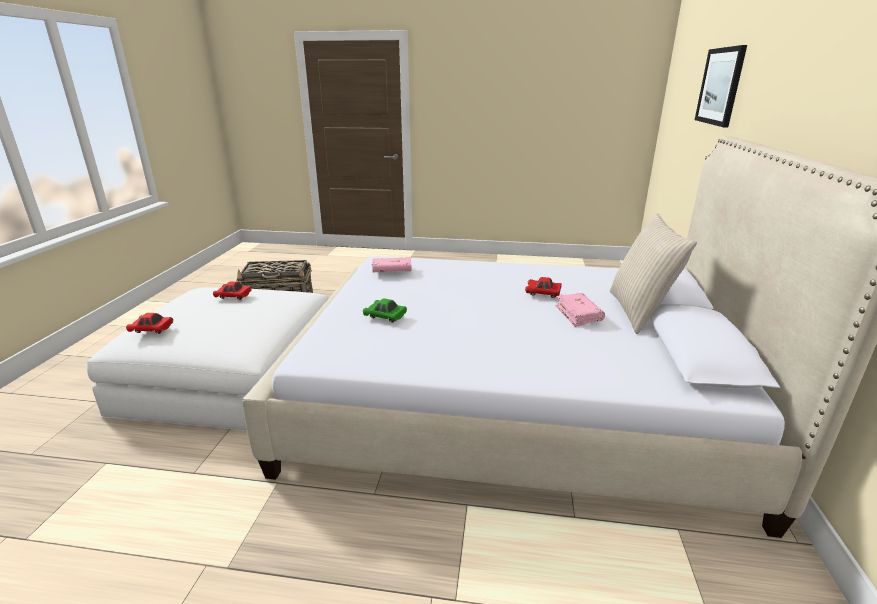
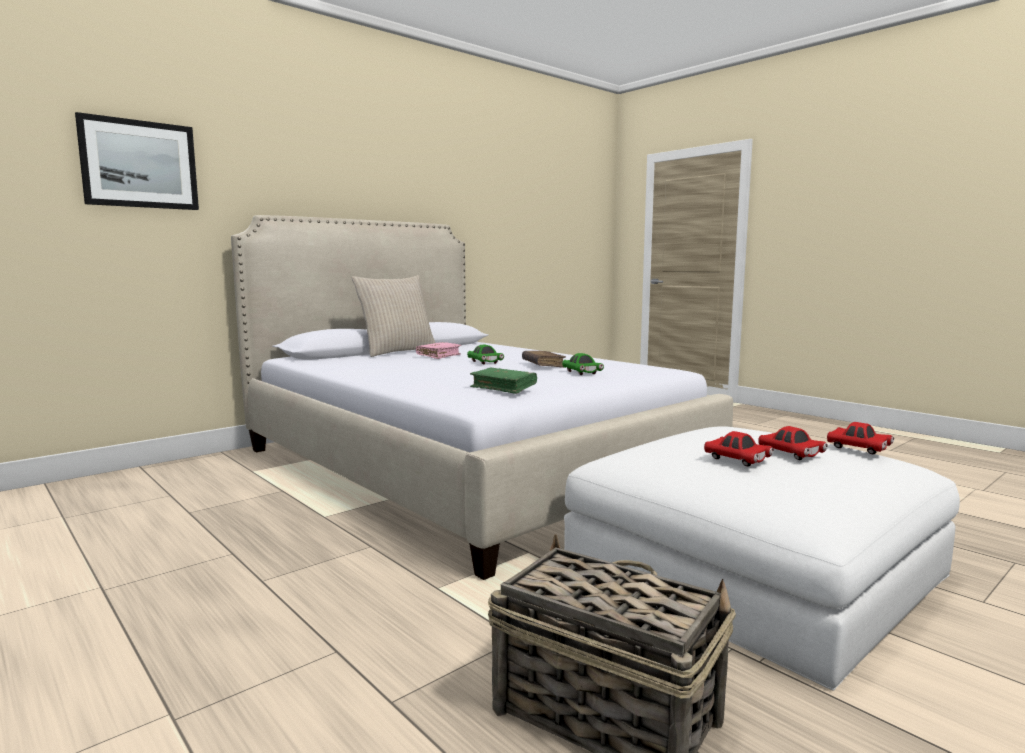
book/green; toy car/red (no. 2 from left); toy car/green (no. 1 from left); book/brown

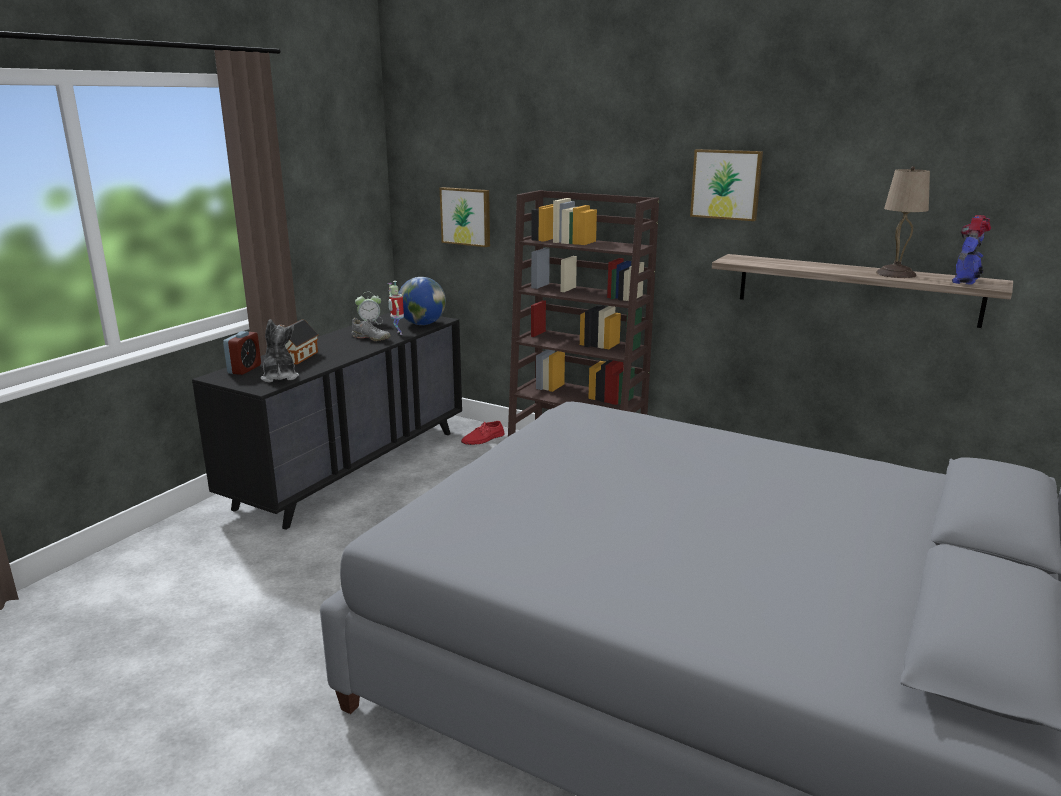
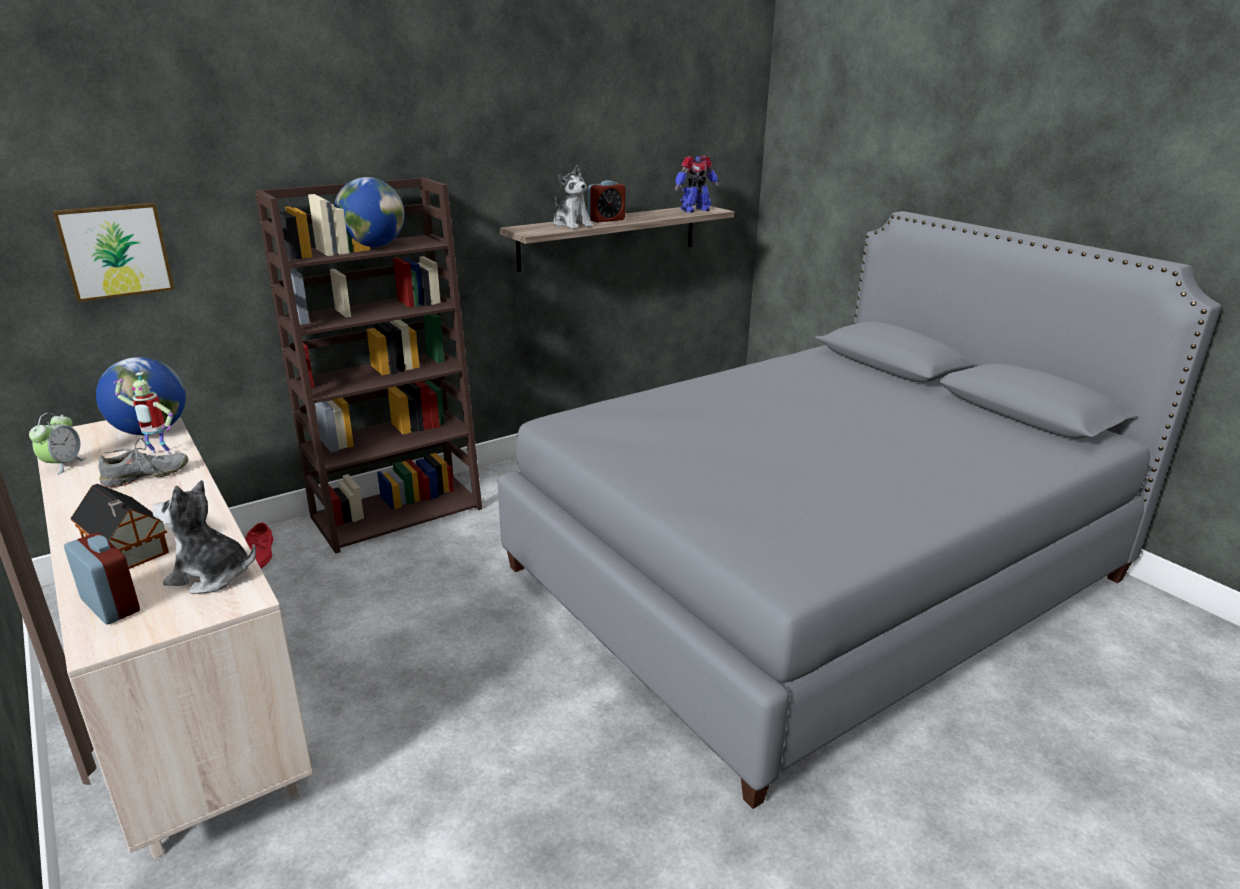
picture (no. 2 from left in the first image); table lamp/beige; toy robot (no. 2 from left); dresser/beige; plush toy (no. 2 from left); globe (no. 2 from left); alarm clock (no. 3 from left)

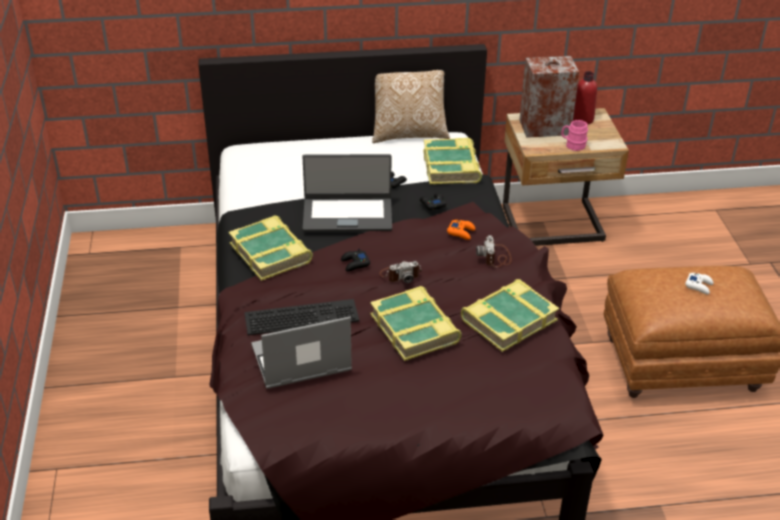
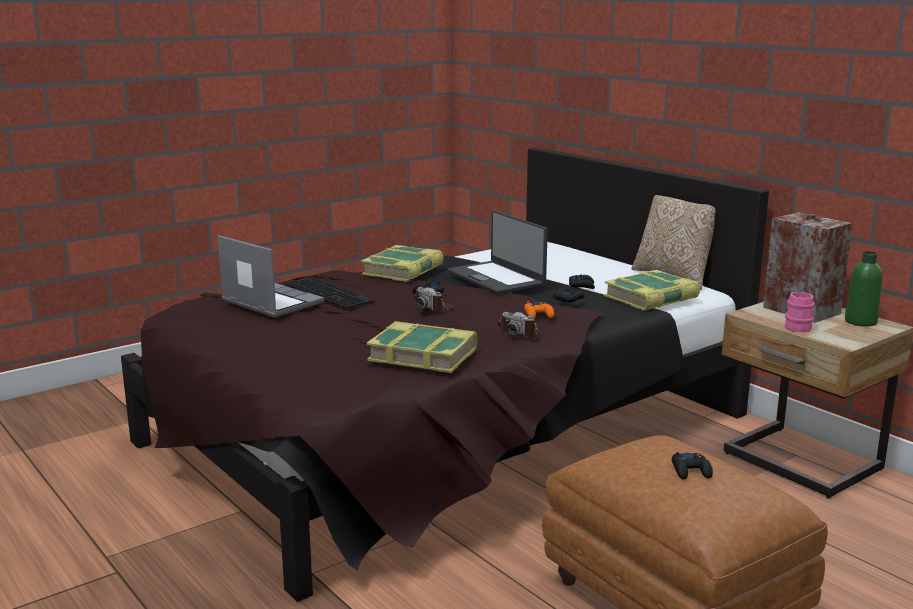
bottle/green; photo camera (no. 2 from left); game controller/black (no. 4 from left); book (no. 2 from left in the first image)

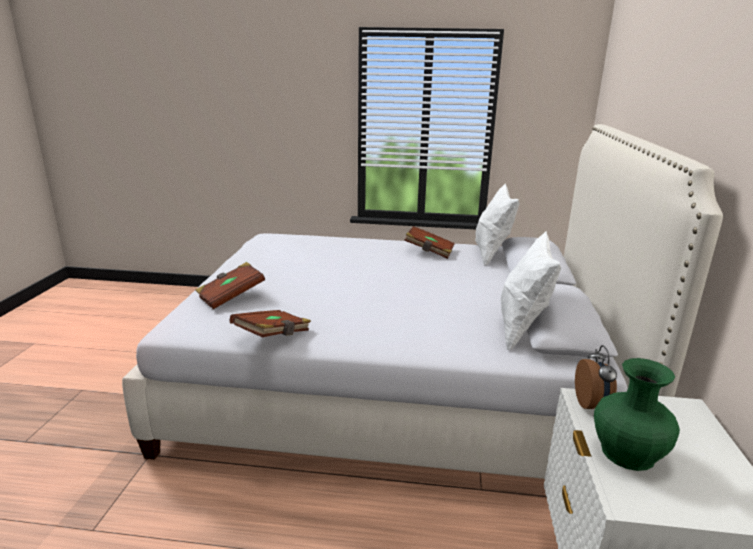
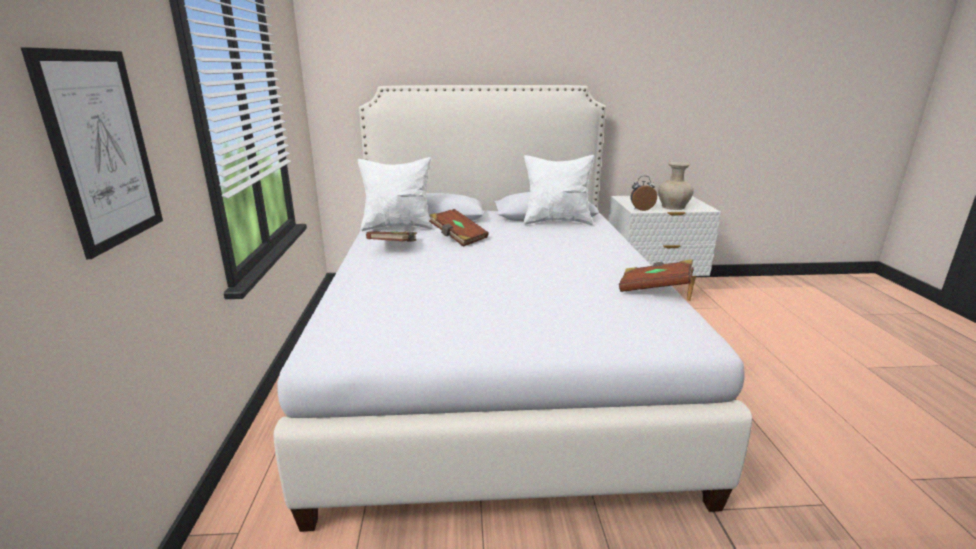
book/brown (no. 2 from left); vase/beige; picture

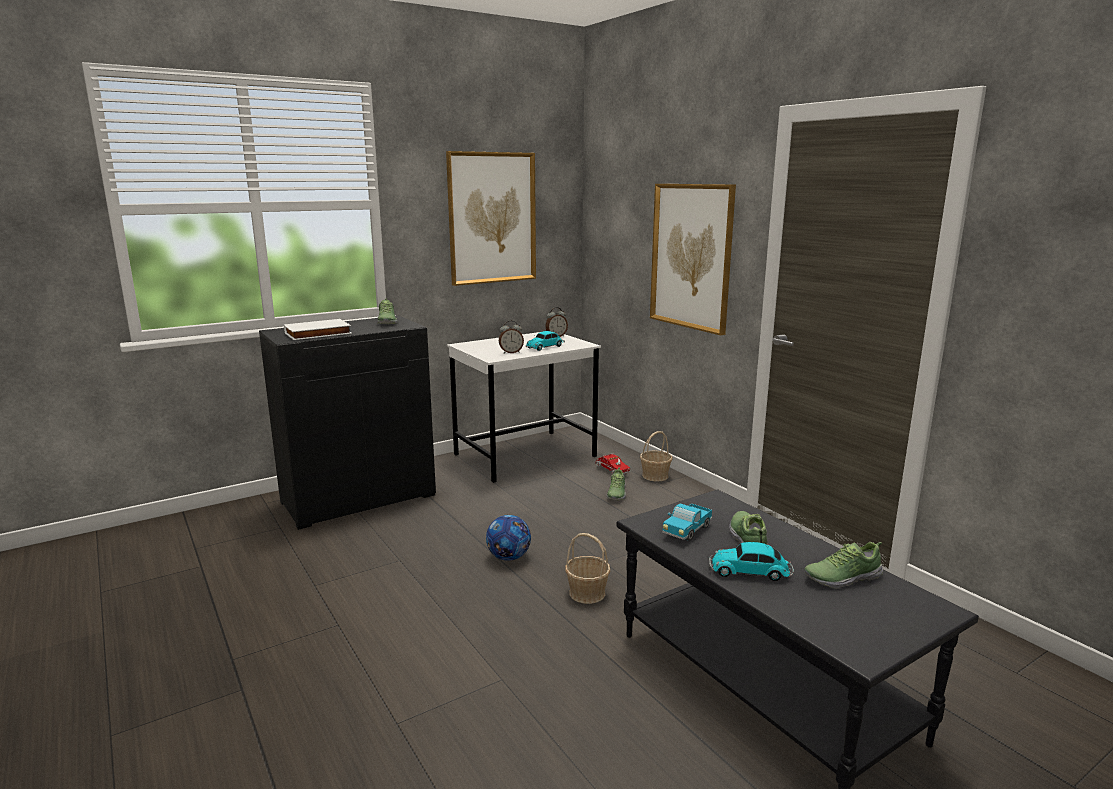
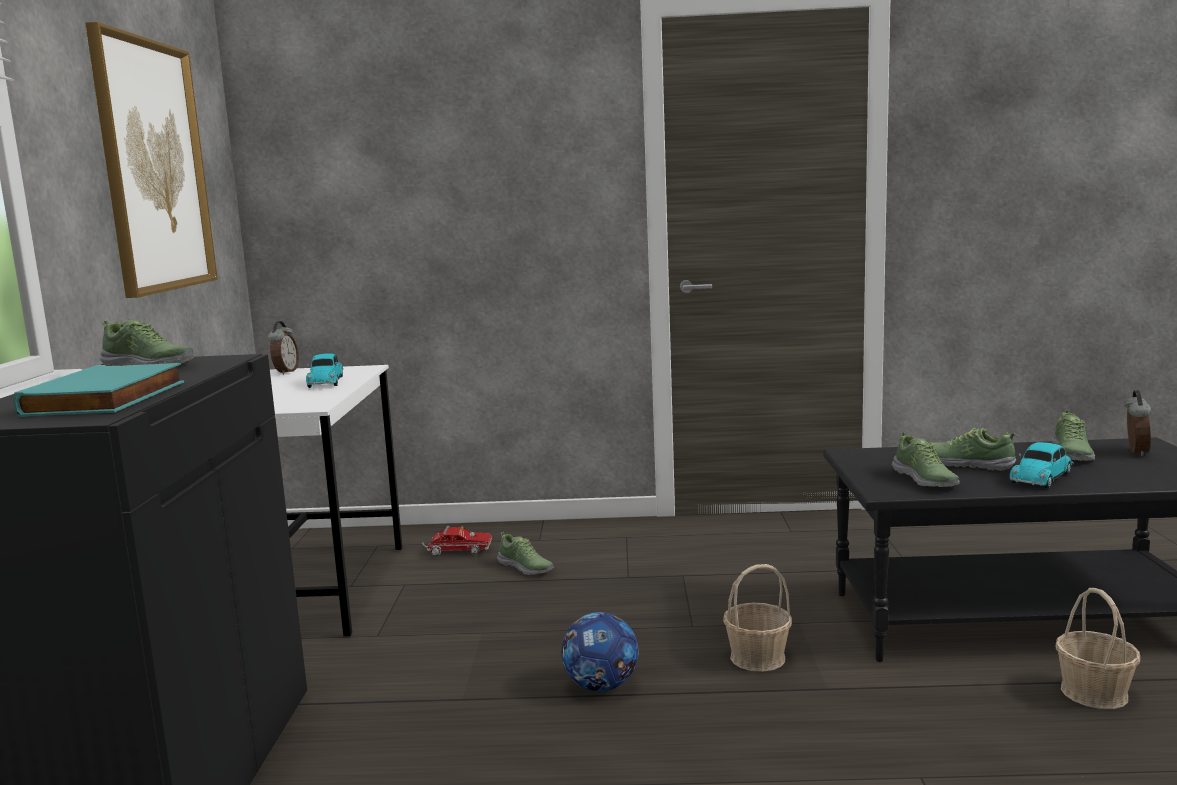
picture (no. 2 from left in the first image); book/turquoise; alarm clock (no. 2 from left); basket (no. 2 from left); shoe (no. 3 from left)

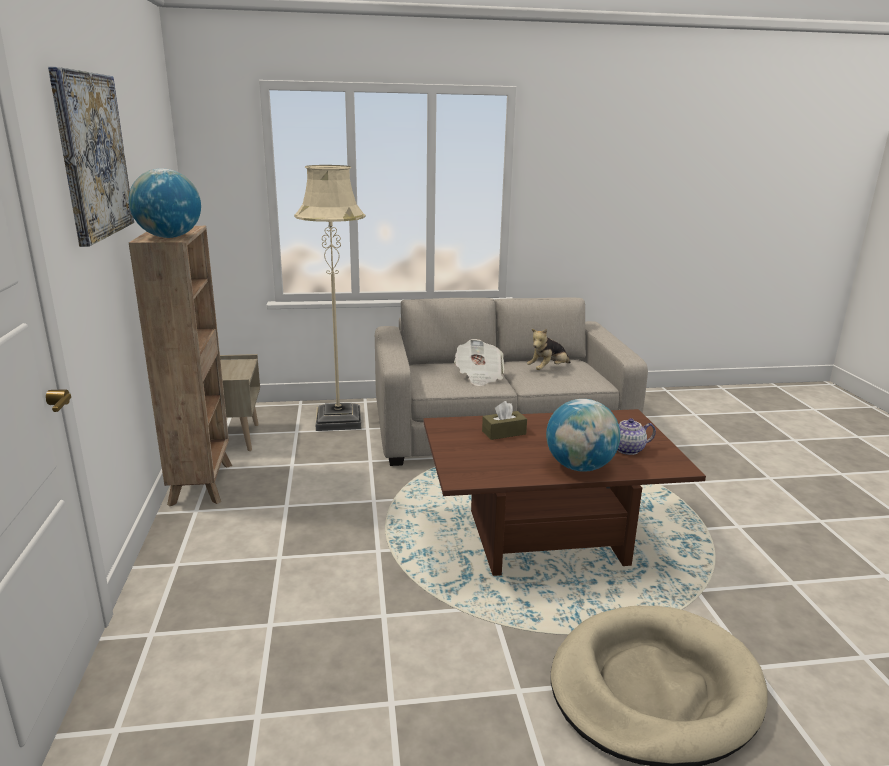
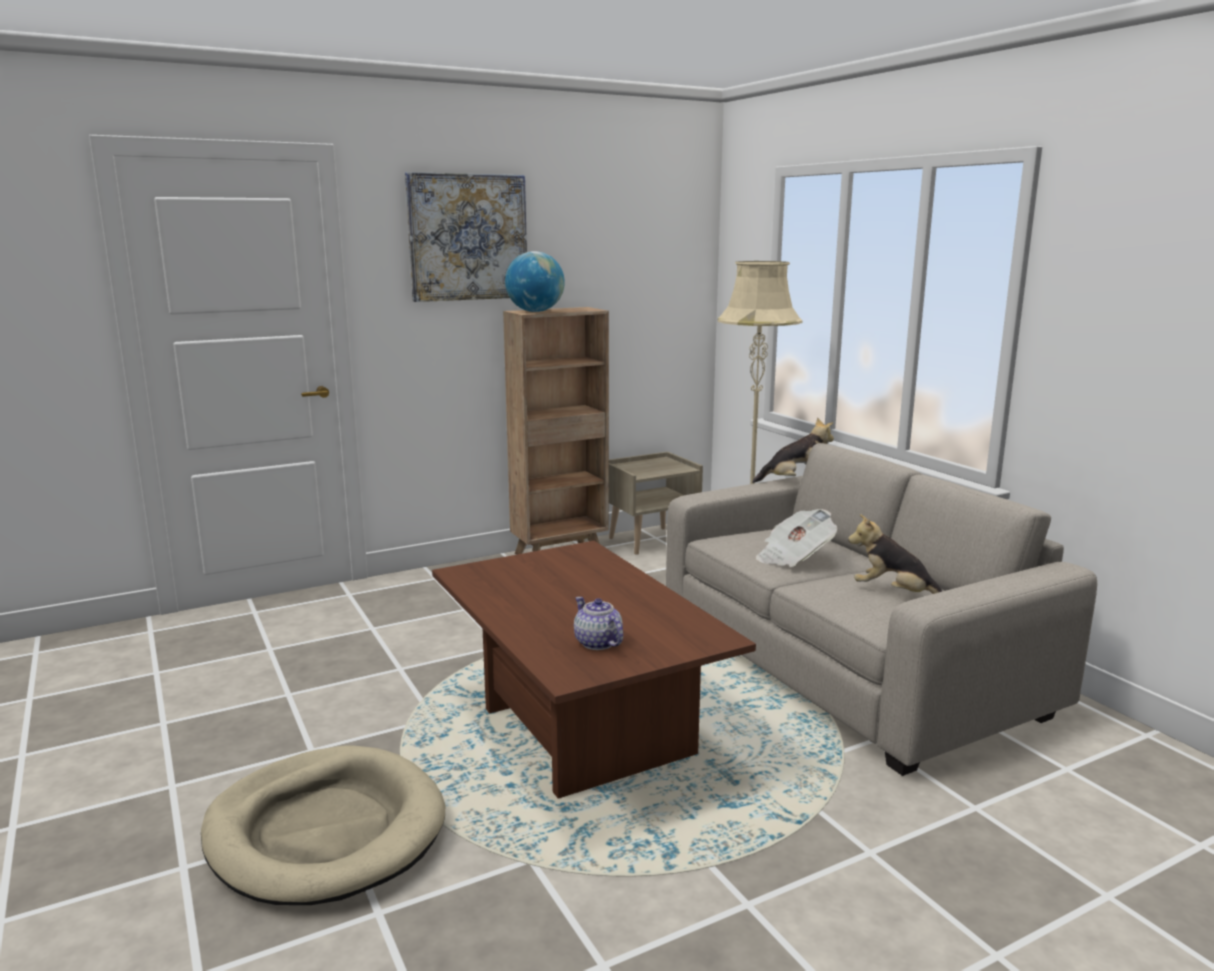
globe (no. 2 from left in the first image); tissue box/brown; plush toy (no. 1 from left)

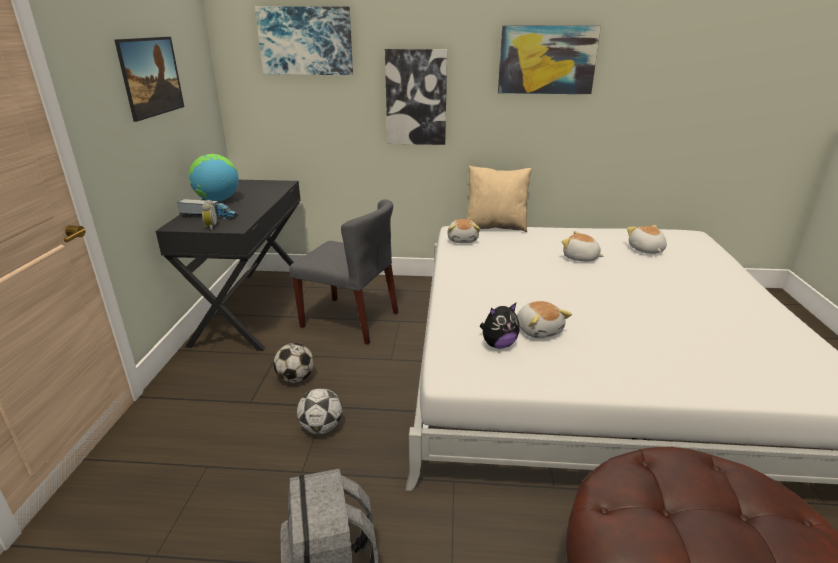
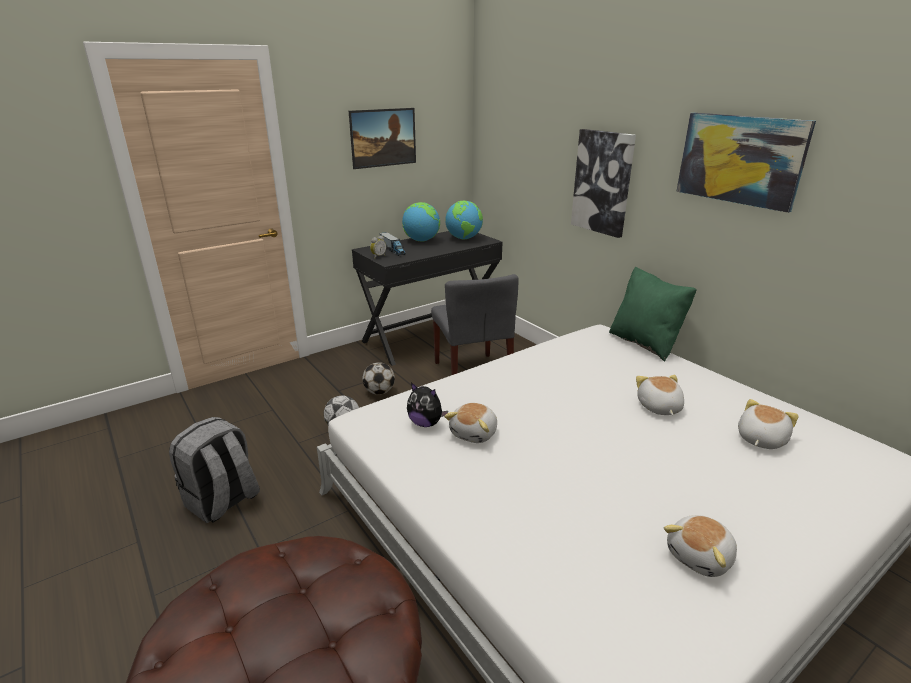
picture (no. 2 from left in the first image); pillow/green; plush toy (no. 4 from left); globe (no. 2 from left)

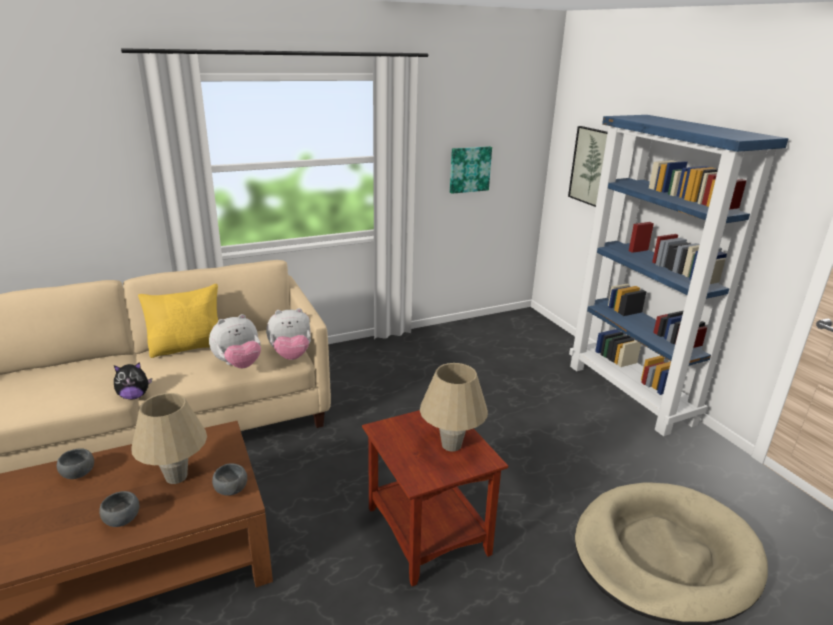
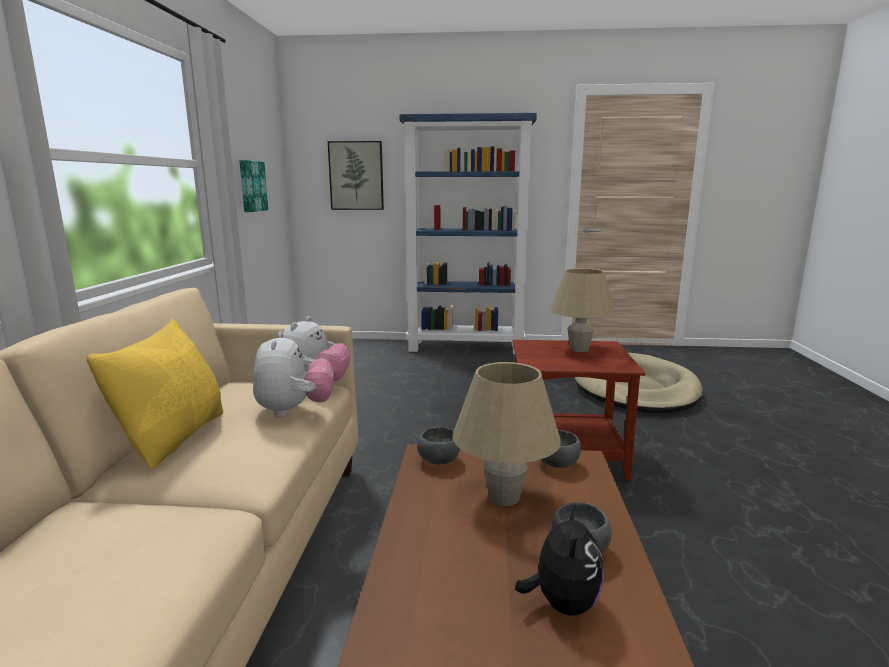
plush toy (no. 3 from left); bowl/grey (no. 1 from left)

